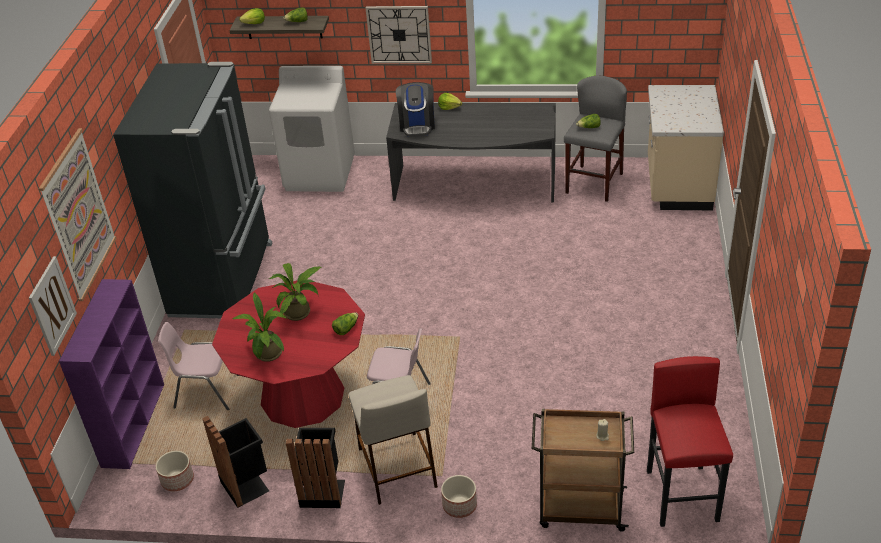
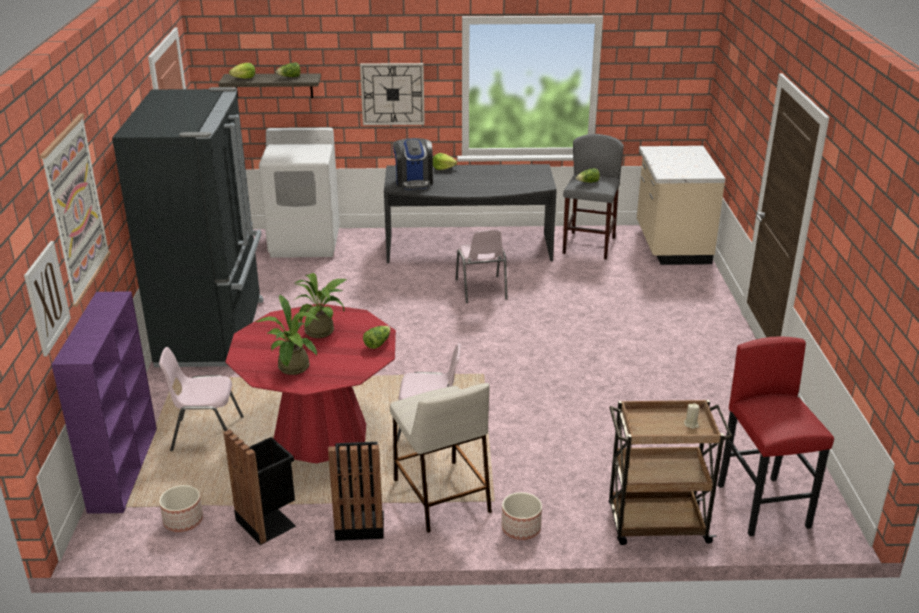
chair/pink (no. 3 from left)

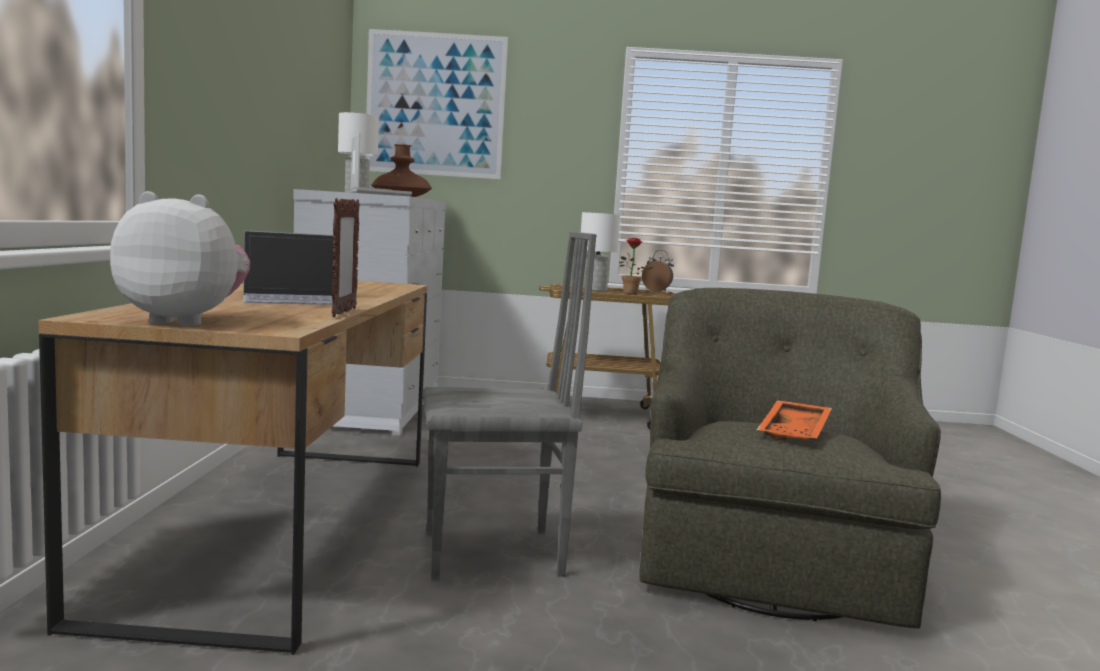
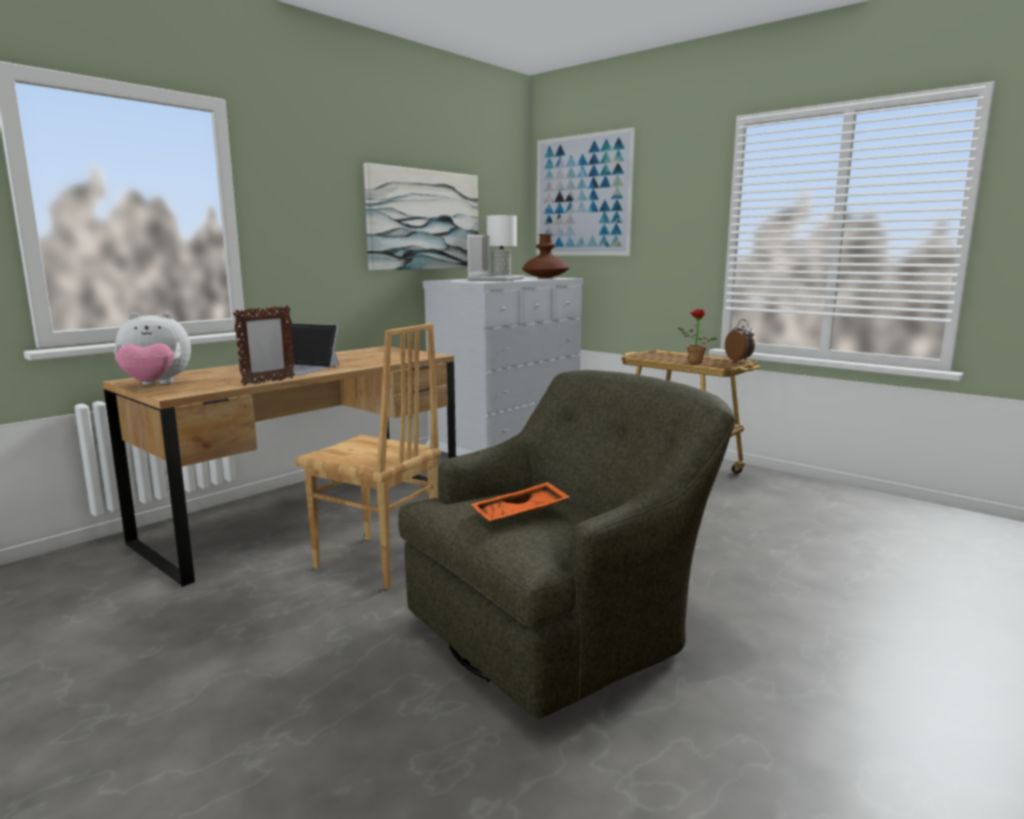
plush toy; table lamp/white (no. 2 from left in the first image); chair/brown; picture (no. 1 from left)

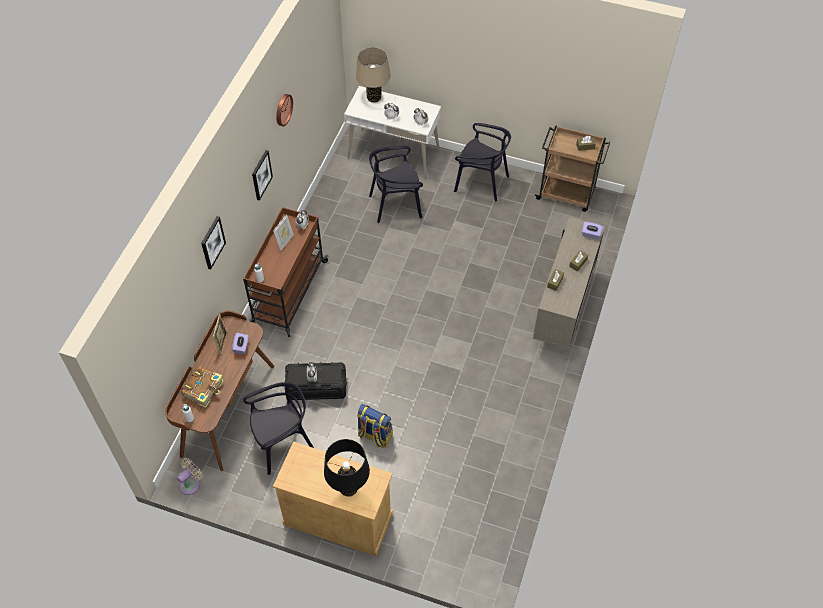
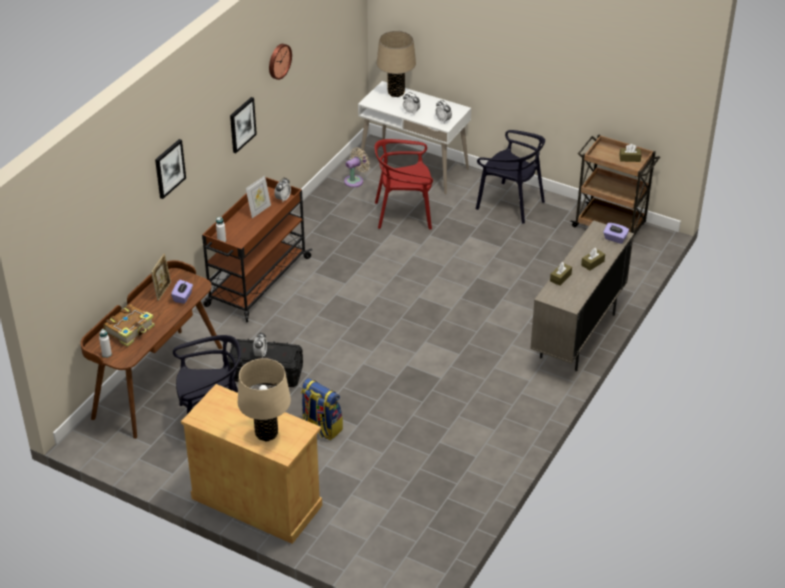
chair/red; table lamp/beige (no. 1 from left); fan/beige

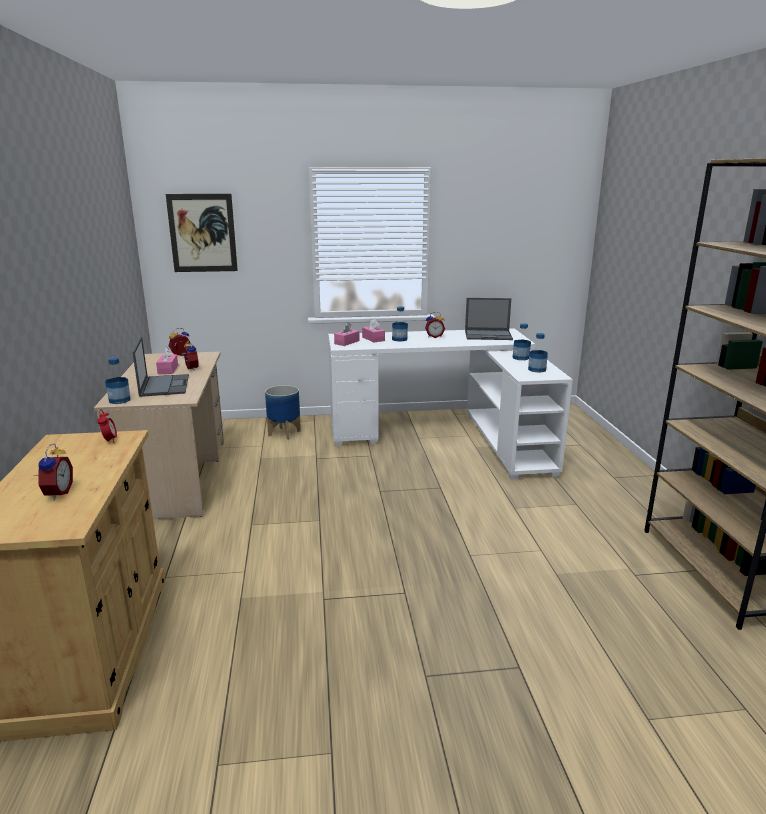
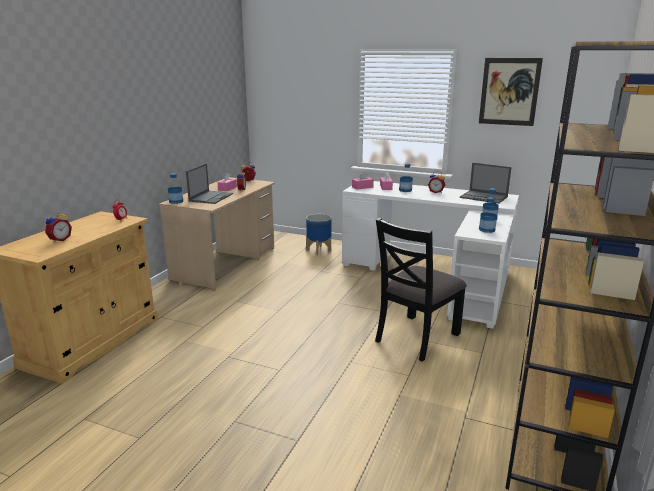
picture; chair/black

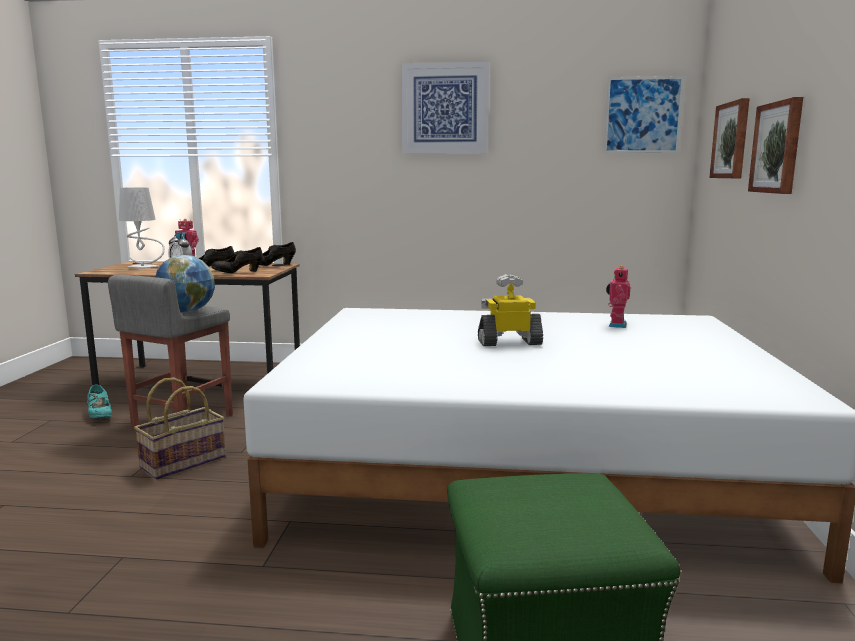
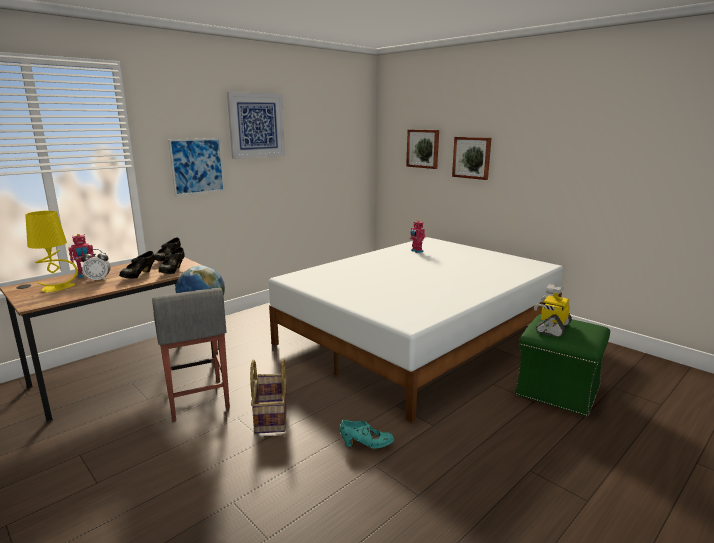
picture (no. 1 from left); table lamp/yellow; toy robot (no. 3 from left); shoe/turquoise

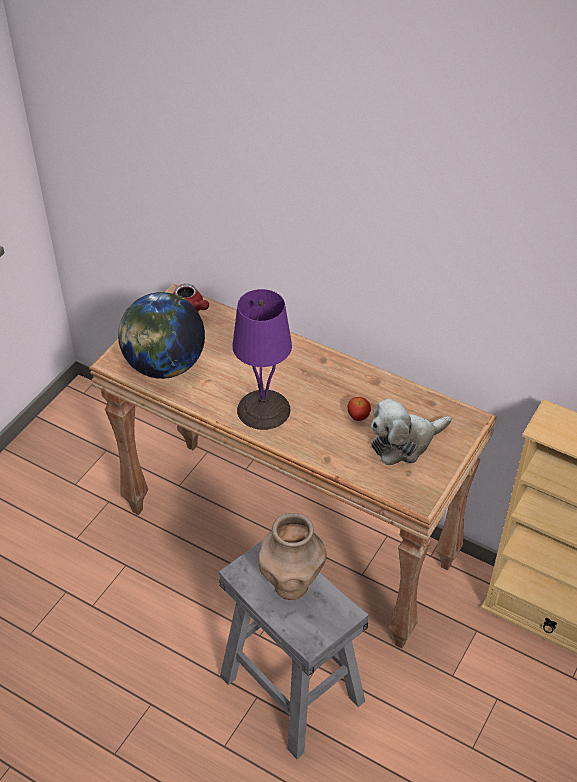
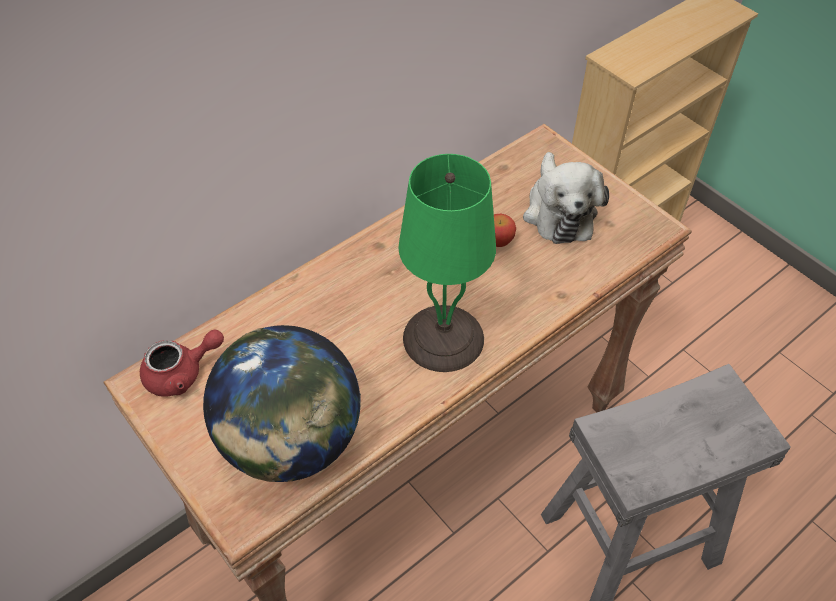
table lamp/green; vase/brown

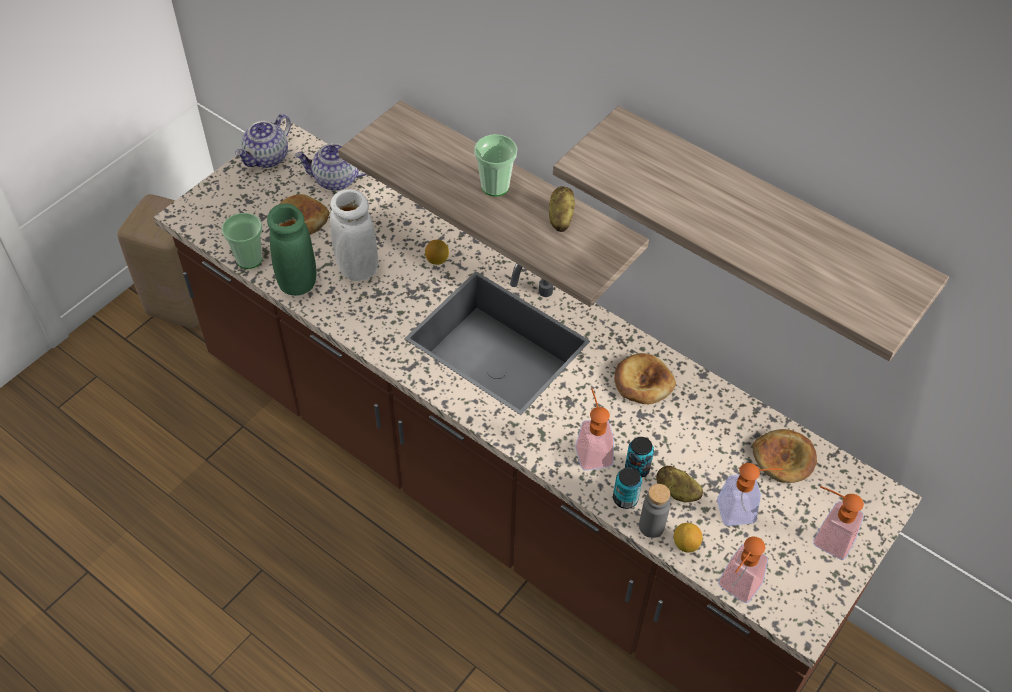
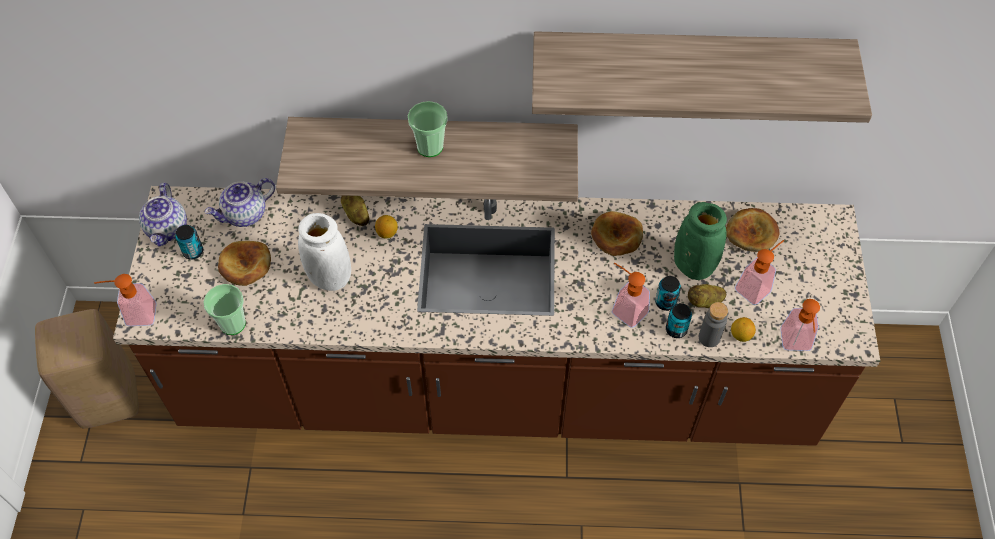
potato (no. 1 from left); vase/green; soap dispenser (no. 1 from left); can (no. 1 from left)

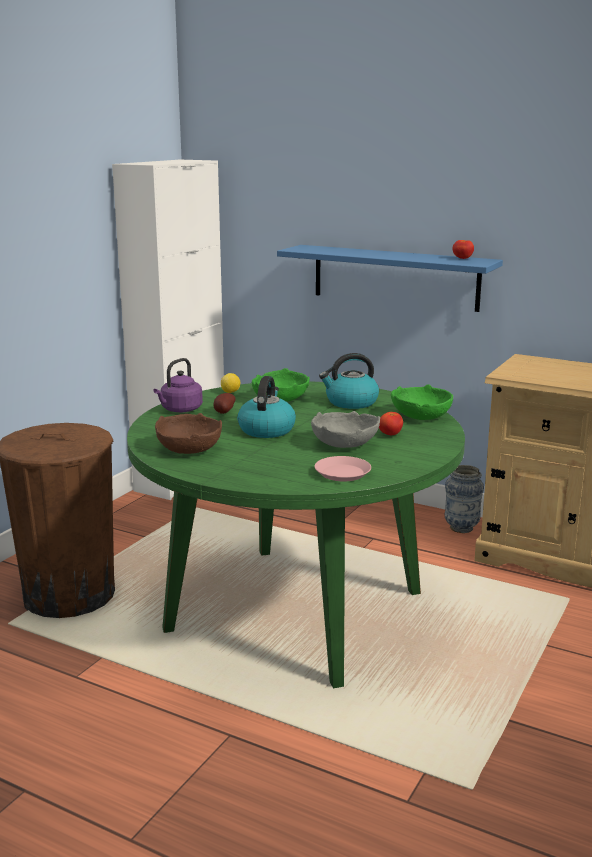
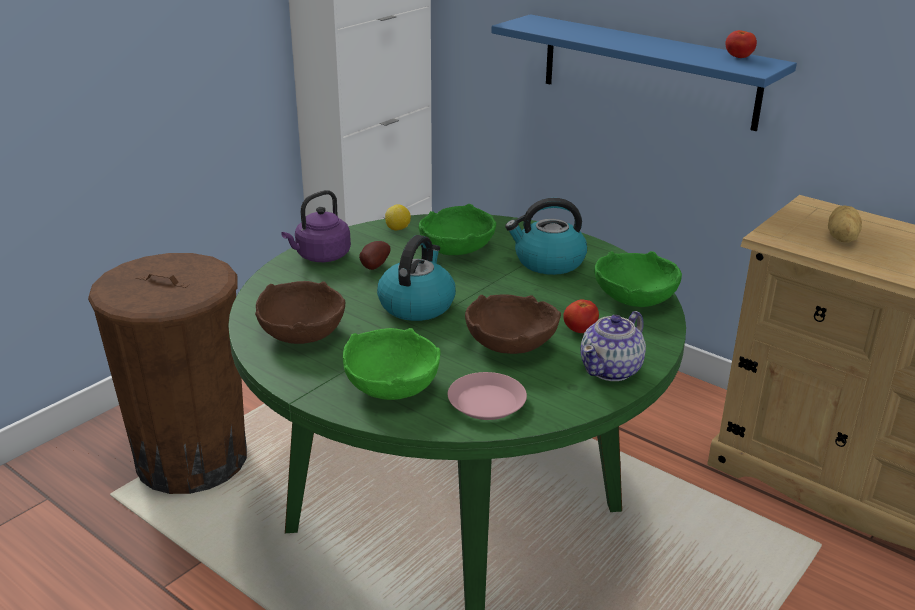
bowl/brown (no. 2 from left); vase; potato (no. 2 from left); teapot; bowl/green (no. 1 from left)

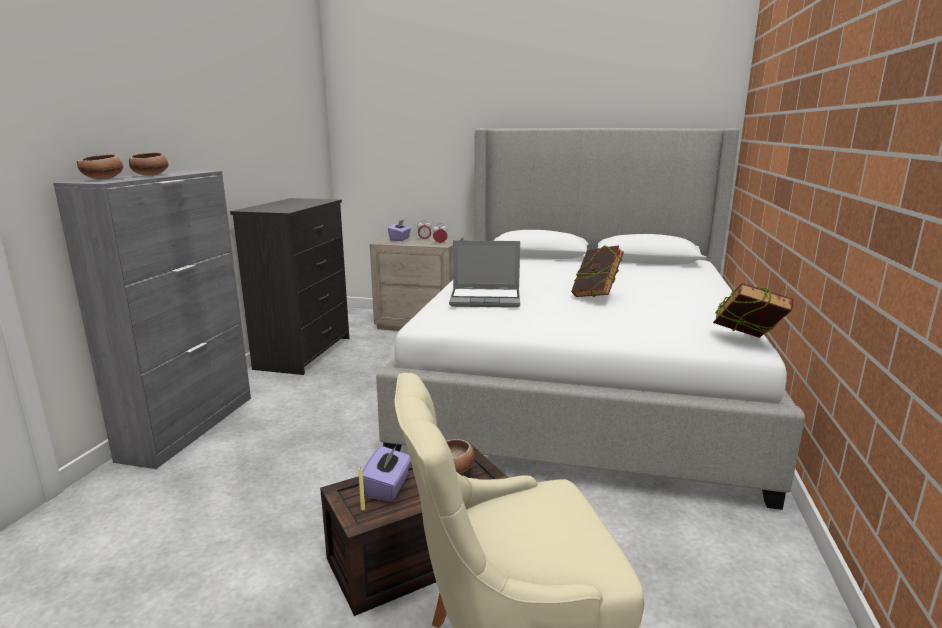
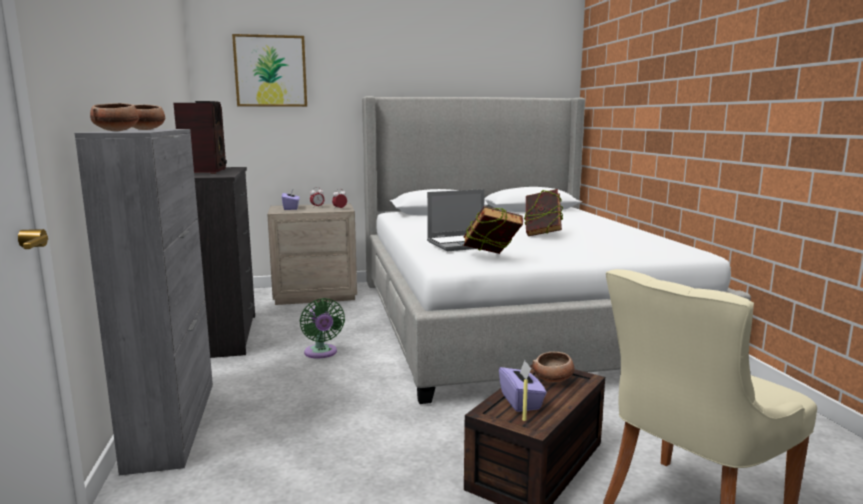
book (no. 1 from left); picture; radio; fan/green

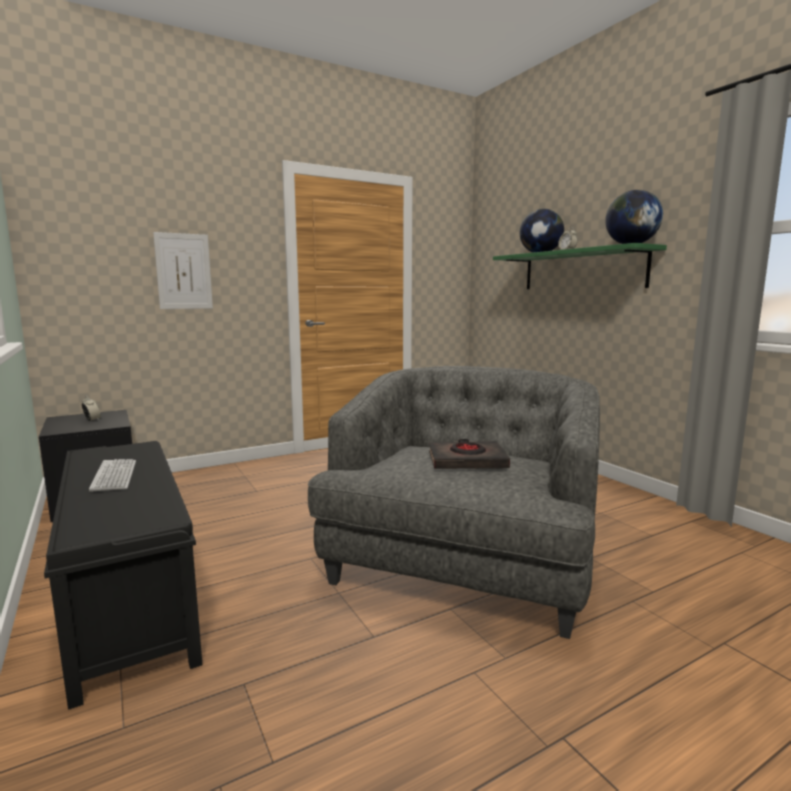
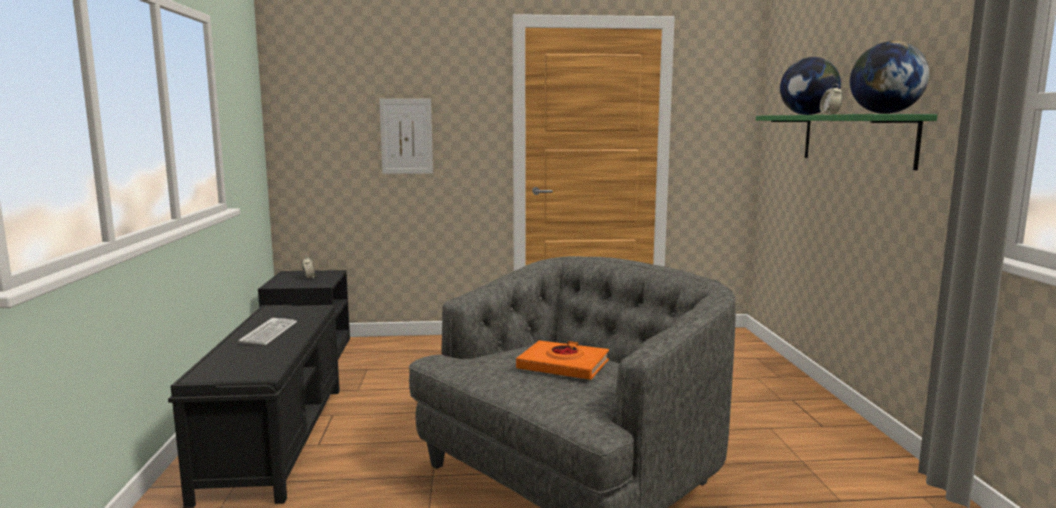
book/orange

